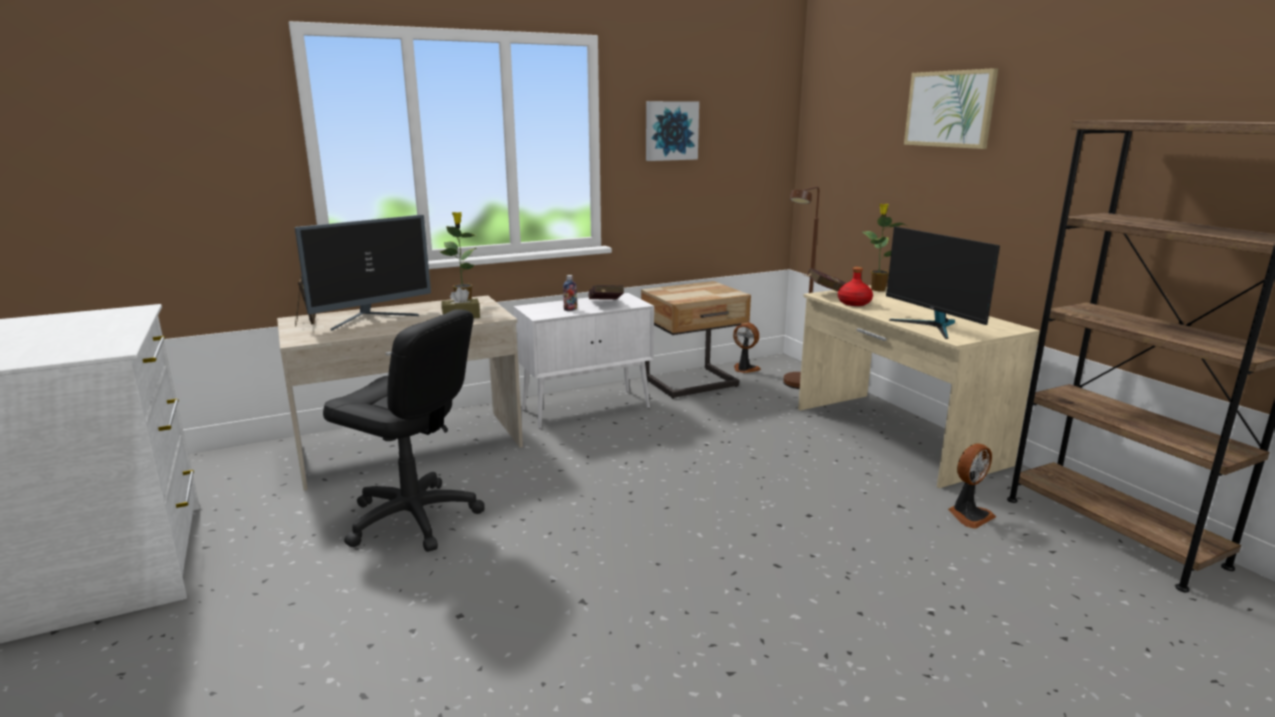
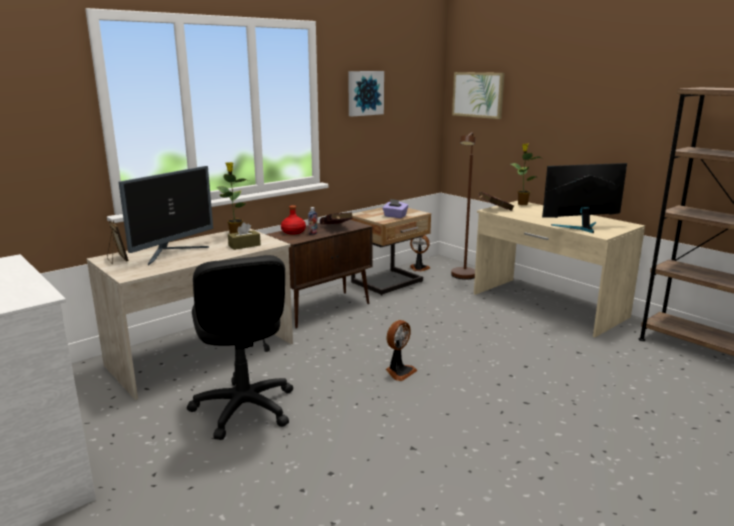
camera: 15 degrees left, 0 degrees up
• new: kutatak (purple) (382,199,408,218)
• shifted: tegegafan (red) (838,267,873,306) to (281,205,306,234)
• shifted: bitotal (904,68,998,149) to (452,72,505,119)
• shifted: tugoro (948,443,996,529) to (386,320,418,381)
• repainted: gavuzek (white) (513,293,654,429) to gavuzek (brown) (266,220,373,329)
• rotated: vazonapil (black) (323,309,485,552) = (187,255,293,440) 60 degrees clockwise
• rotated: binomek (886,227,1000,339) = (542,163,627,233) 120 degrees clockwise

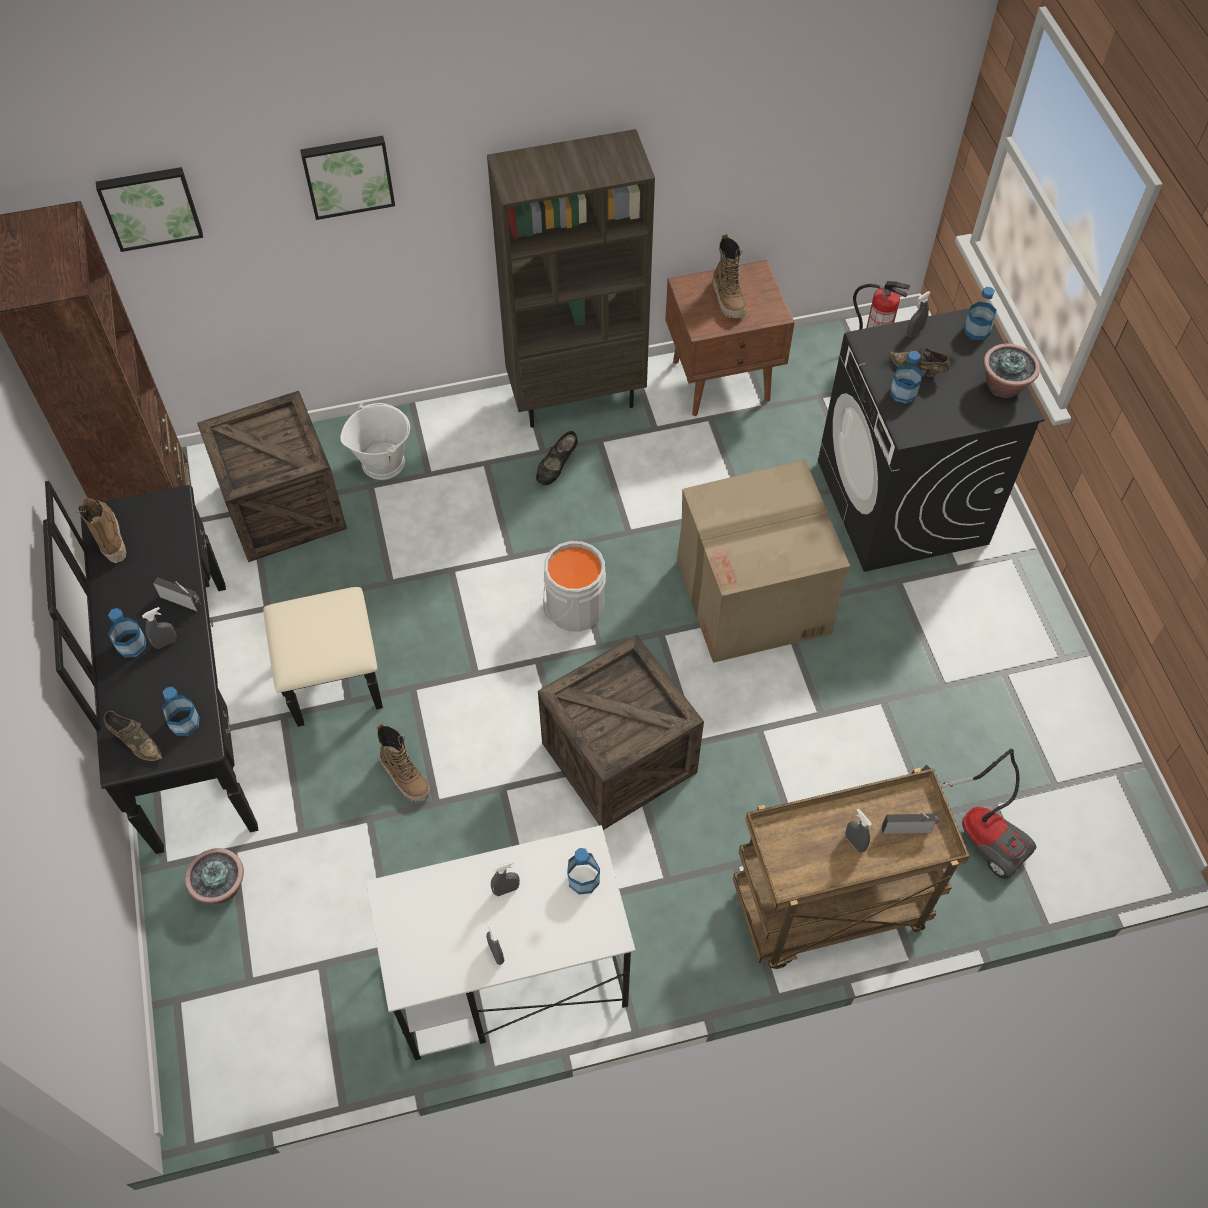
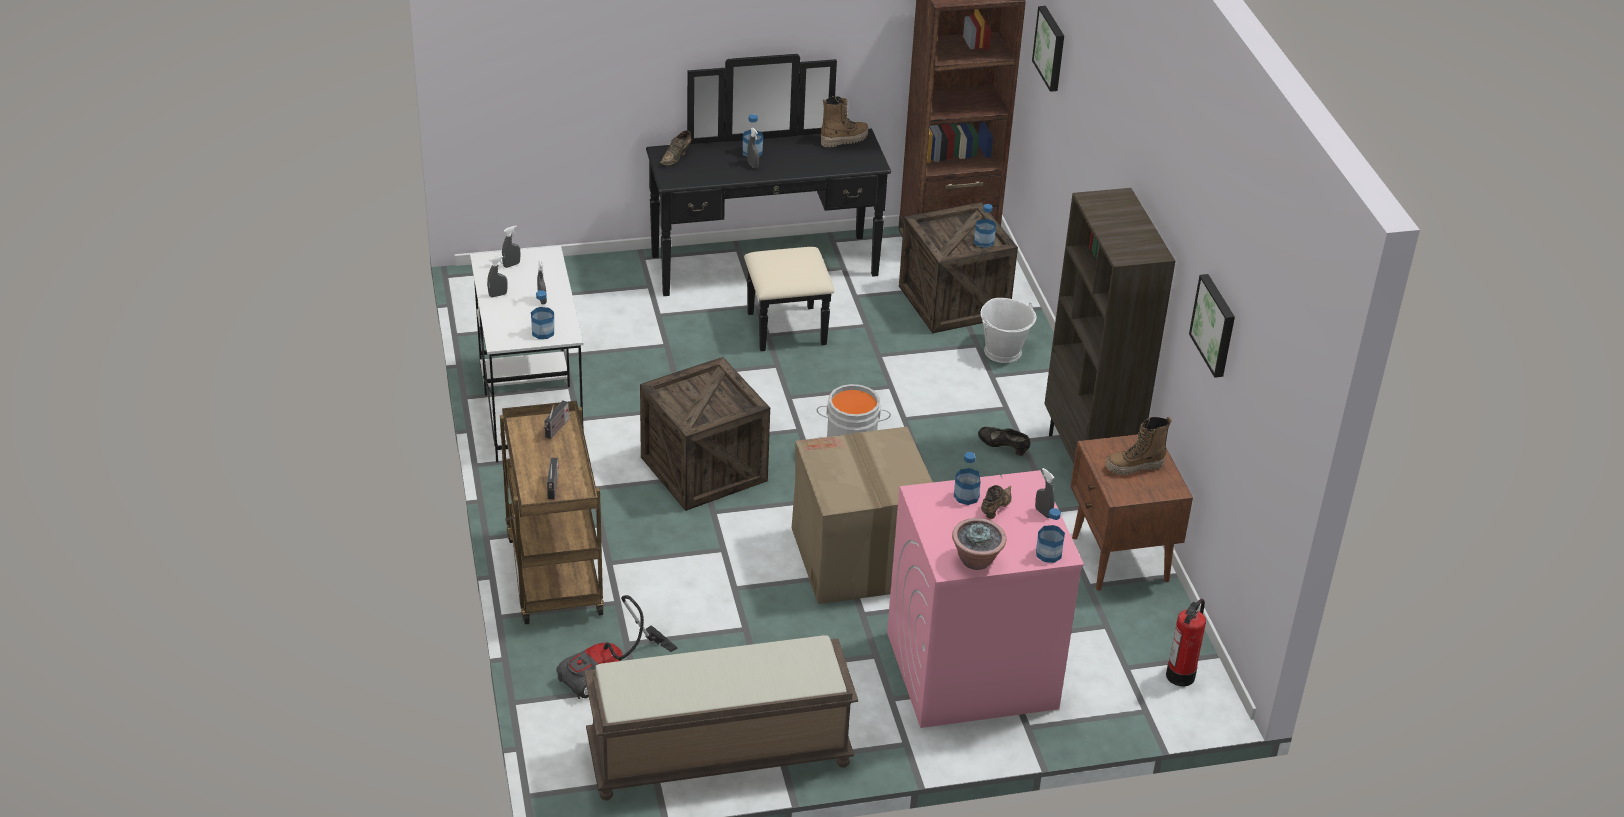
camera: 90 degrees right, 20 degrees down
• gone: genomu (185,848,244,904)
• gone: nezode (377,723,431,802)
• new: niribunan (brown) (584,635,858,800)
• shifted: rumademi (153,577,201,611) to (544,401,569,439)
• shifted: tegegafan (162,687,200,736) to (974,204,996,248)
• shifted: bitotal (300,136,395,220) to (1189,274,1235,378)
• shifted: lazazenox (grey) (845,808,872,852) to (502,226,521,268)
• repainted: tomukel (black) (818,308,1045,572) to tomukel (pink) (887,470,1084,728)

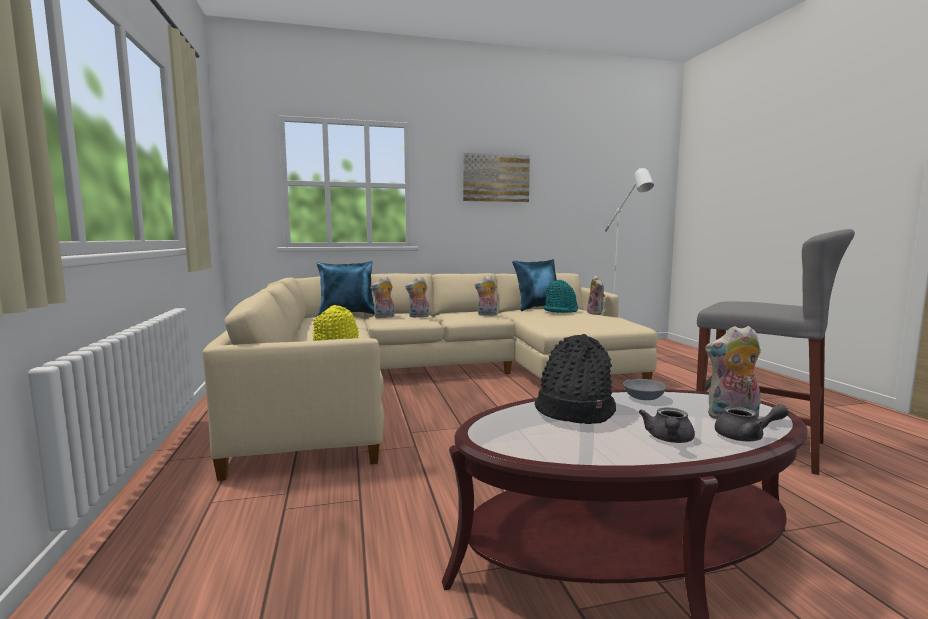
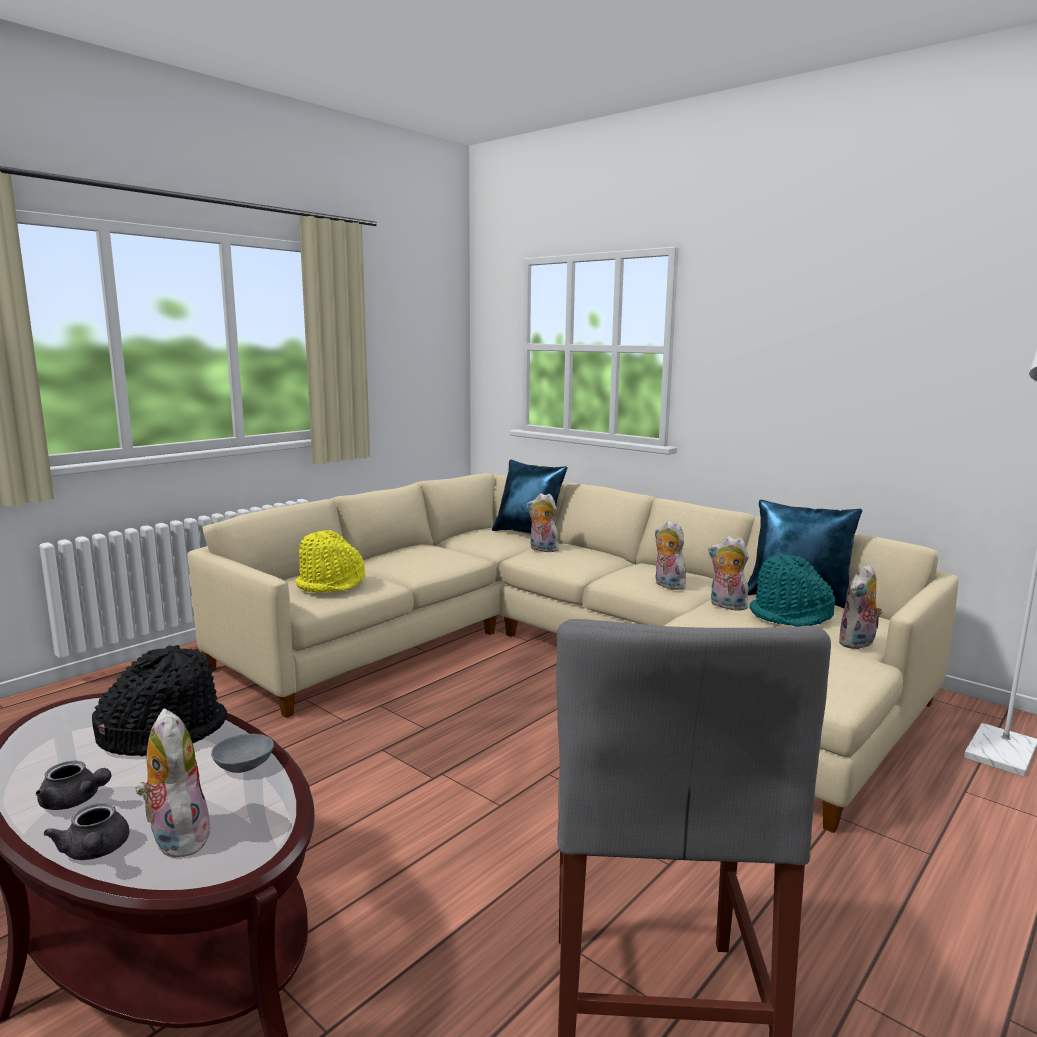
camera: 55 degrees right, 5 degrees up
• gone: bitotal (463,153,530,202)
• shifted: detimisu (405,277,429,318) to (708,536,749,611)
• rotated: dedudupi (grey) (639,407,695,443) = (36,761,111,810) 150 degrees counterclockwise

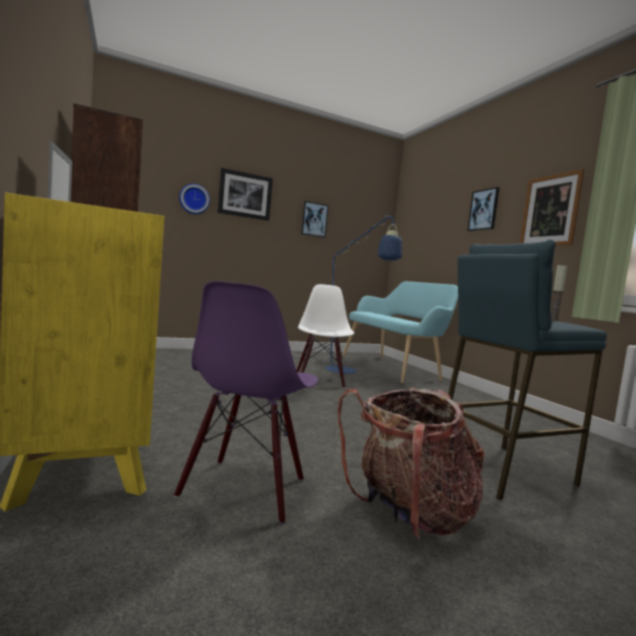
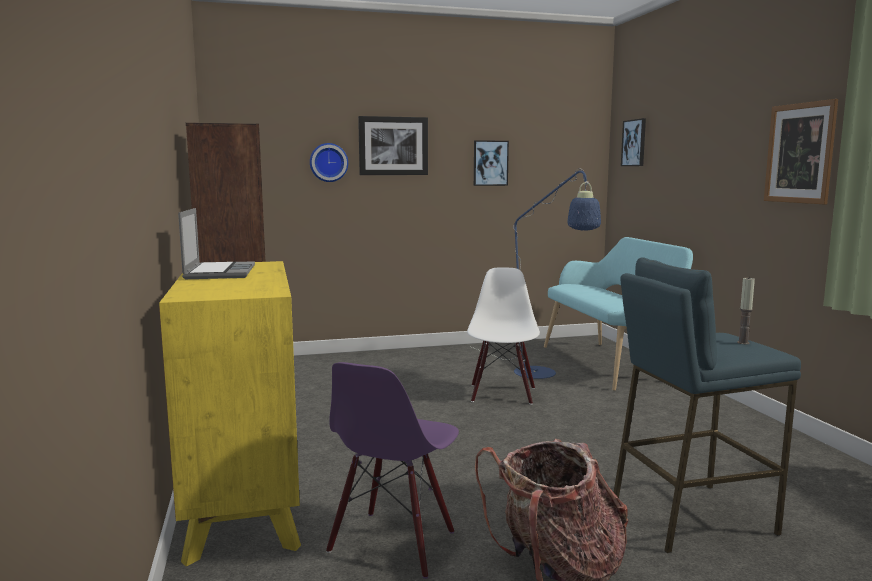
camera: 10 degrees right, 5 degrees up
• shifted: bitotal (467,187,499,231) to (621,118,646,166)

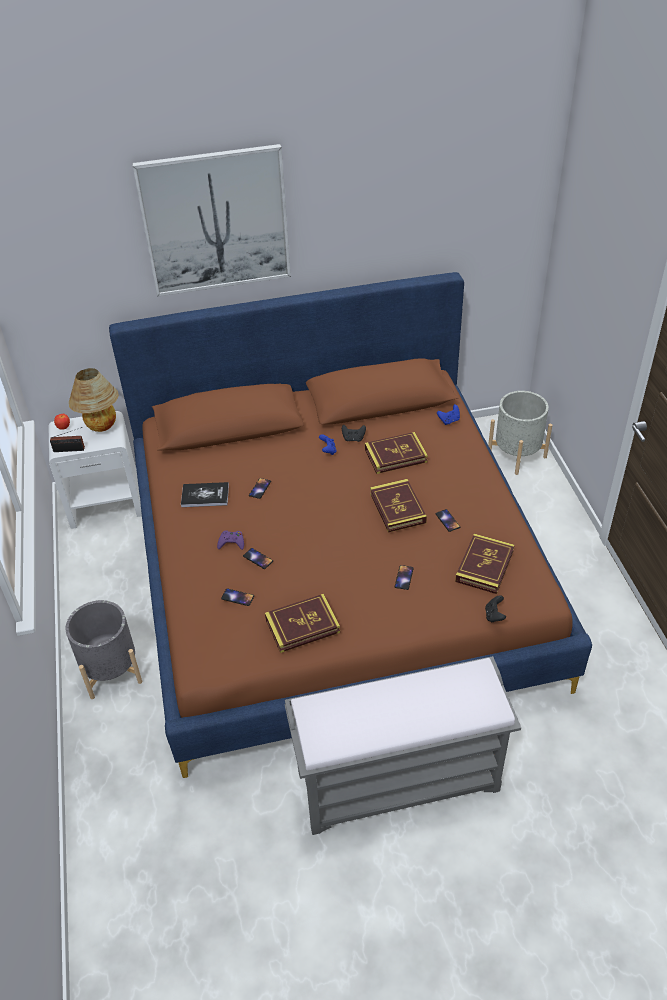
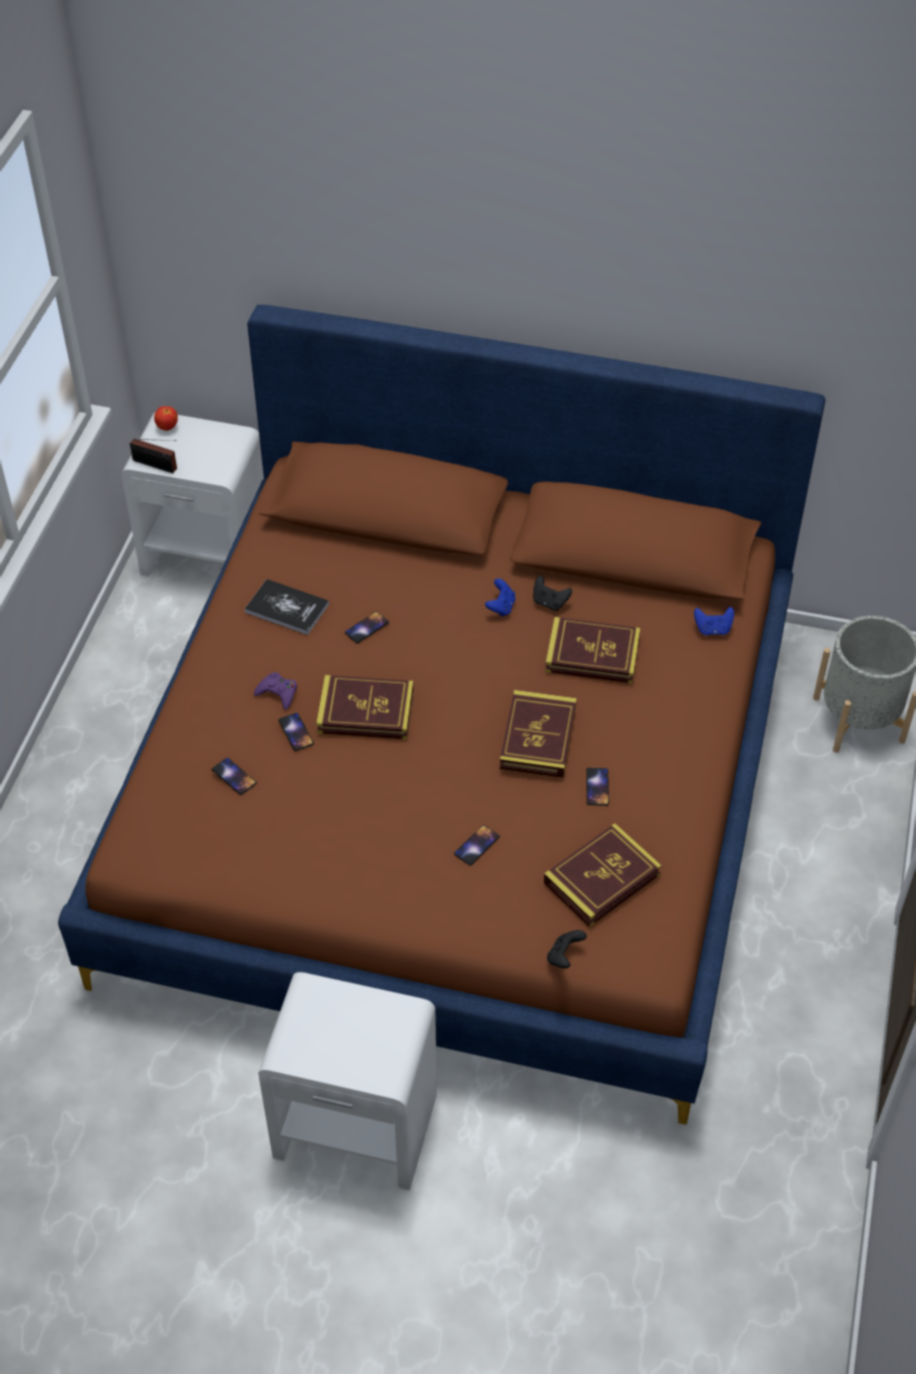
camera: 25 degrees right, 5 degrees up
• gone: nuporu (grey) (66,600,142,699)
• gone: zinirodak (69,368,119,432)
• gone: bitotal (132,144,291,297)
• shifted: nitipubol (265,594,340,653) to (316,675,414,739)
• swapped: niribunan (grey) (285,656,521,835) to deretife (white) (258,972,437,1191)

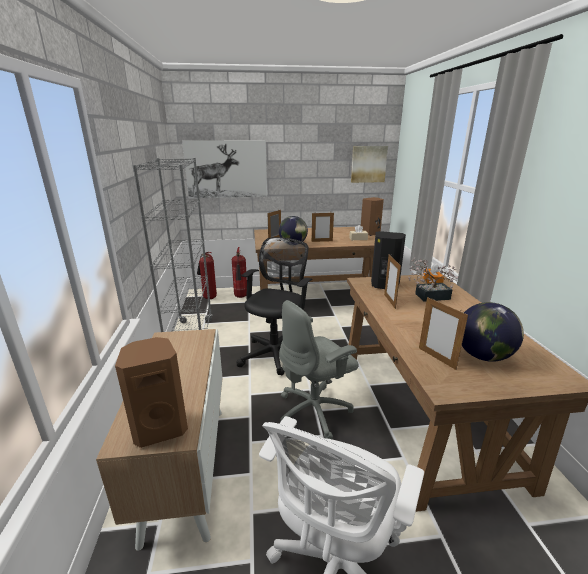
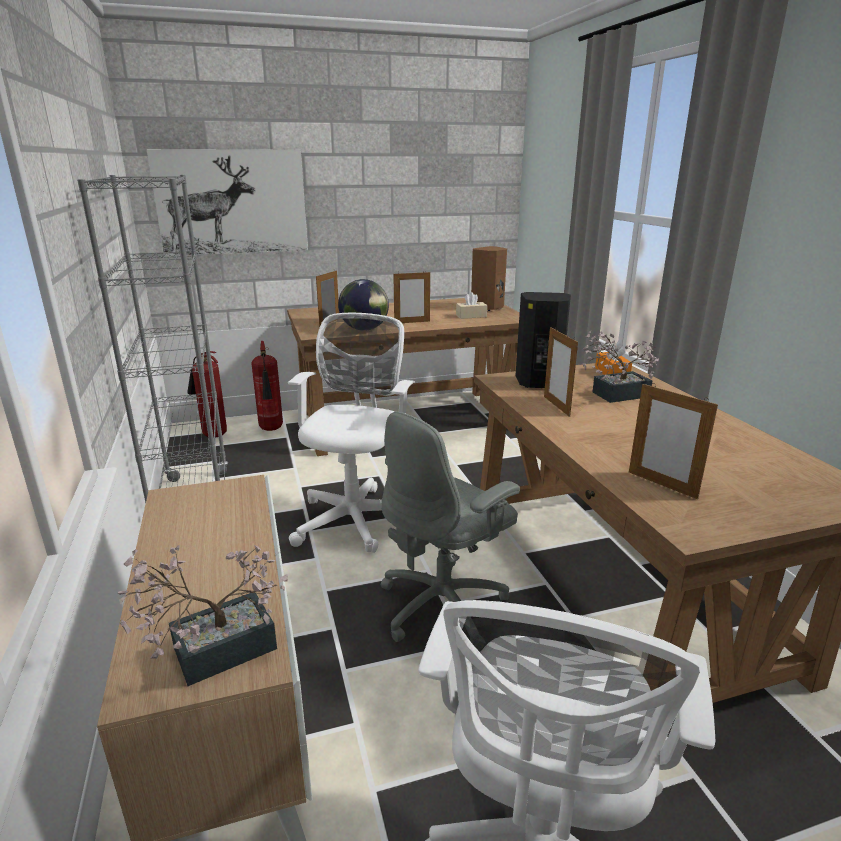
camera: 10 degrees left, 0 degrees up
• gone: bitotal (351,146,388,183)
• gone: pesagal (462,302,524,362)
• swapped: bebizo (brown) (115,337,188,448) to genomu (118,544,288,686)
• repainted: vazonapil (black) (236,237,313,376) to vazonapil (white) (288,313,415,553)

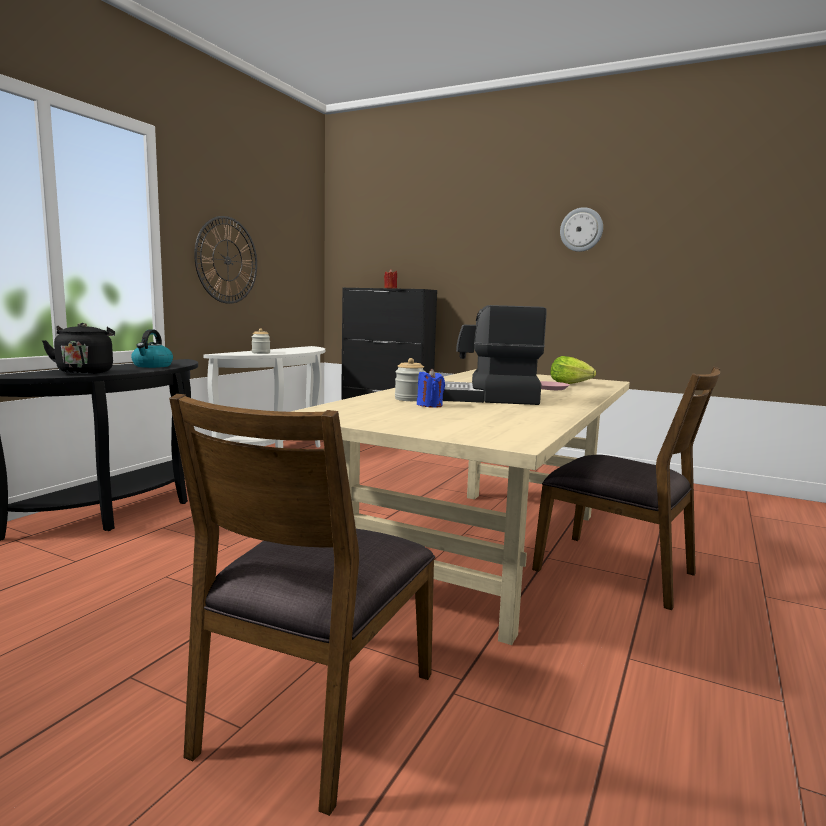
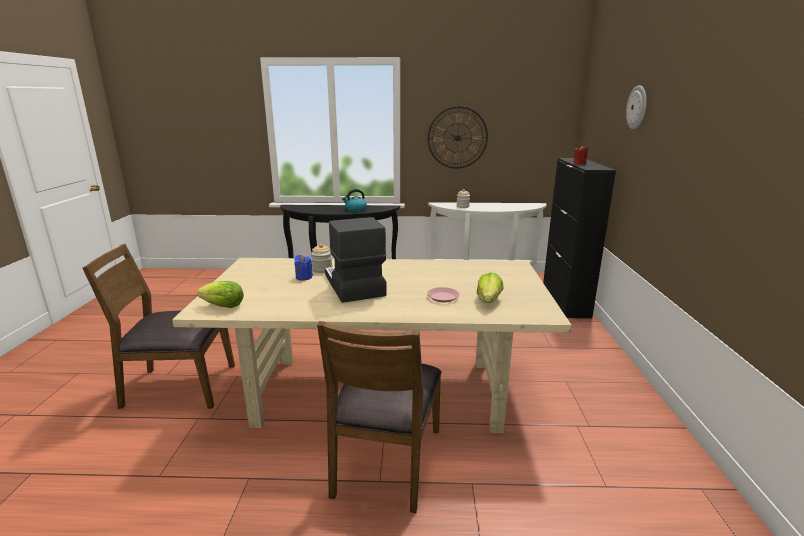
camera: 65 degrees right, 10 degrees up
• gone: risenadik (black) (42,323,115,374)
• new: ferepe (197,281,244,308)
• shifted: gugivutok (560,207,603,252) to (626,85,647,129)

